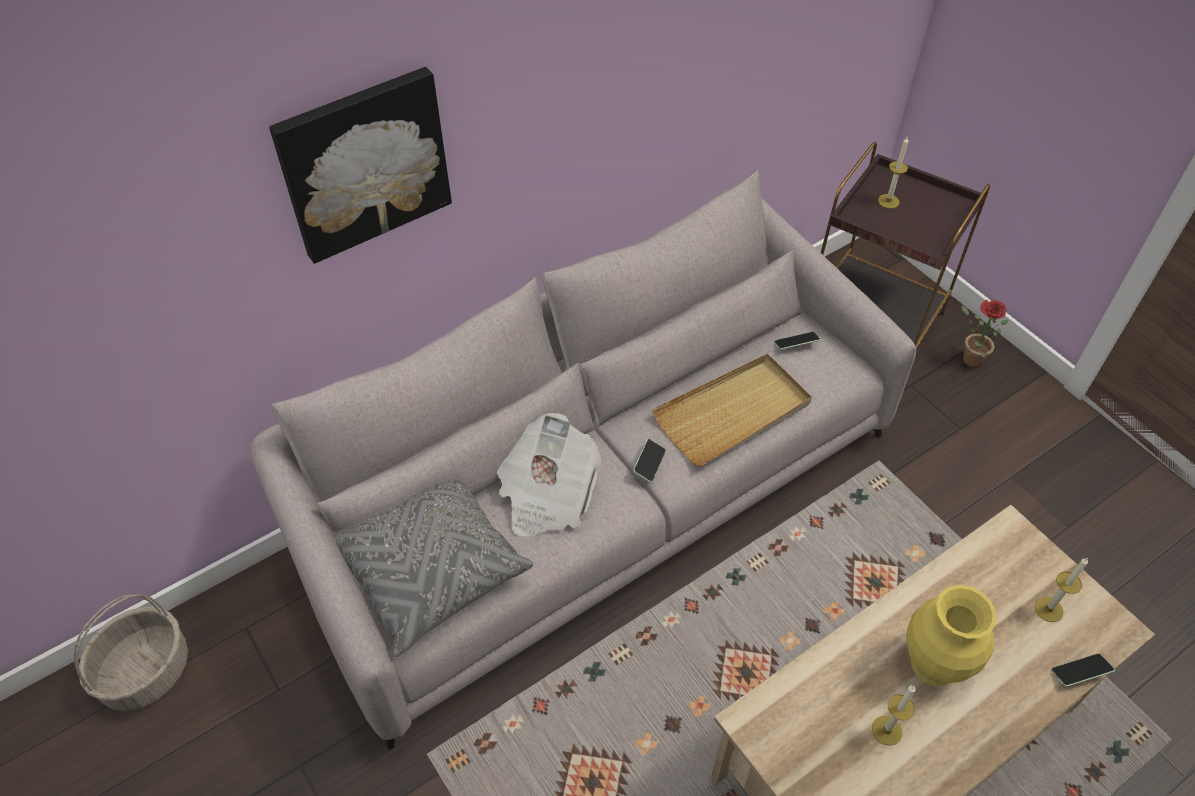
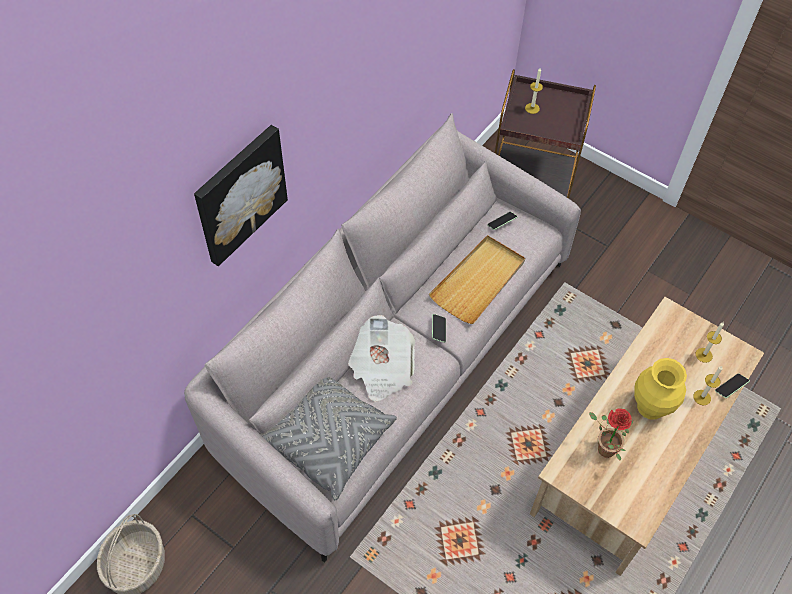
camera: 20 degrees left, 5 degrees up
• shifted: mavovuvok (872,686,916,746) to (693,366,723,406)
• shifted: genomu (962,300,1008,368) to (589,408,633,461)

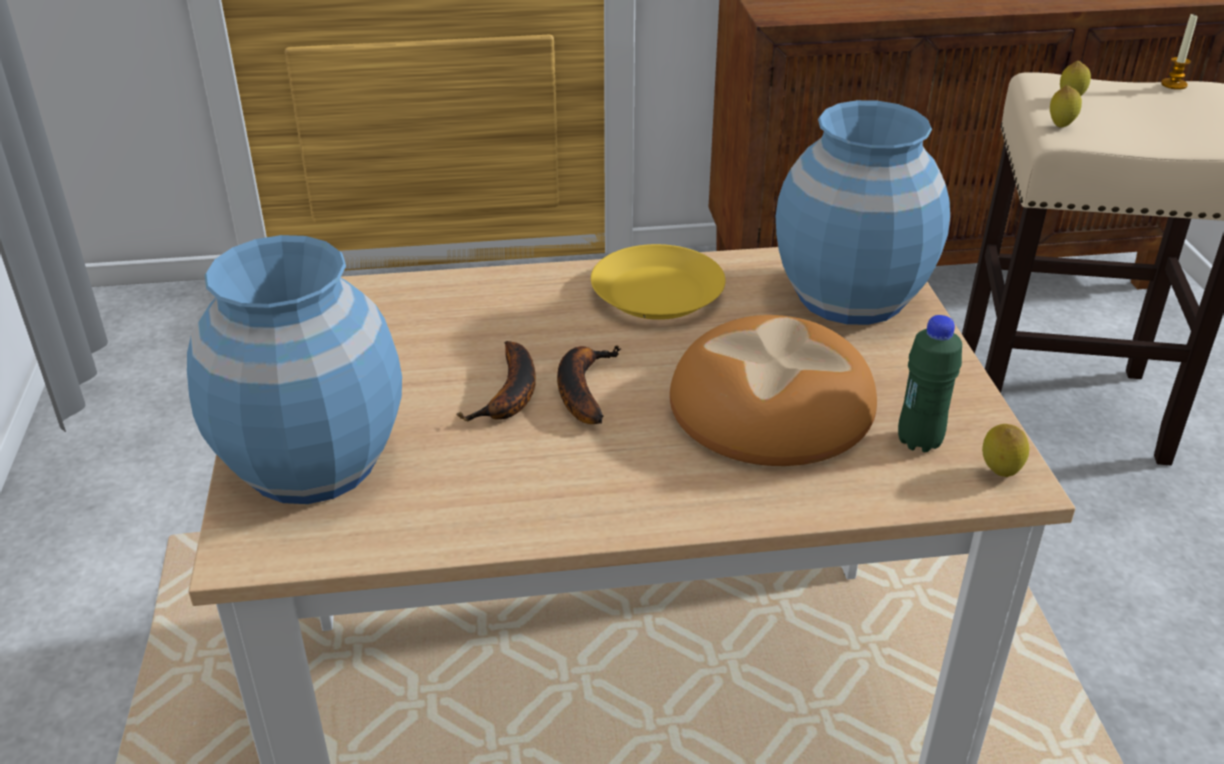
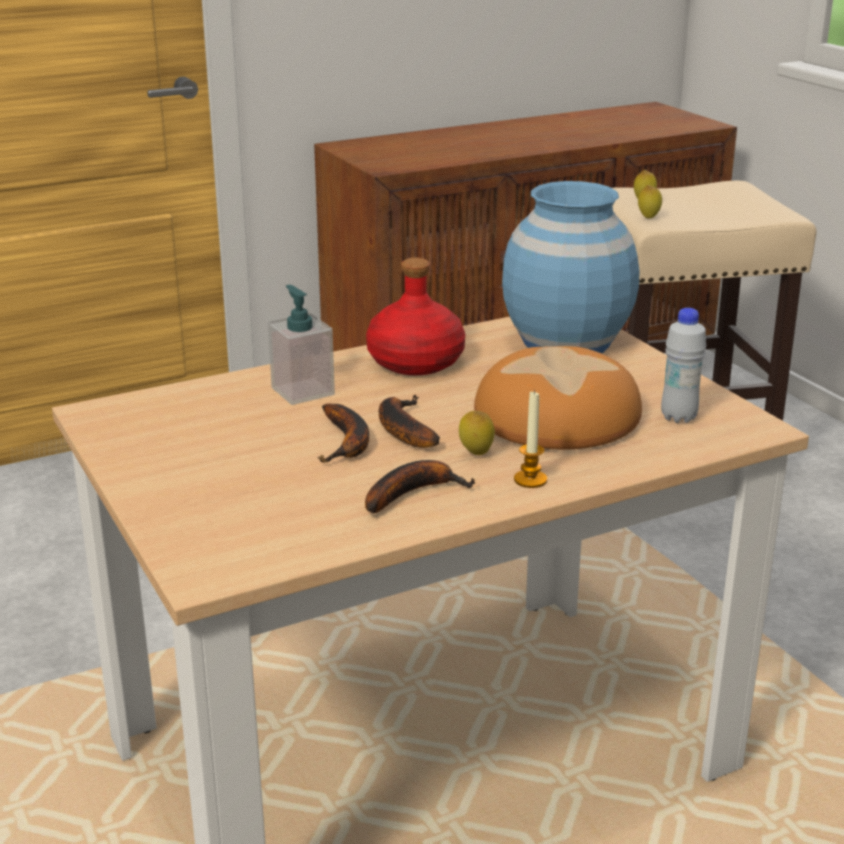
camera: 20 degrees left, 10 degrees down
• gone: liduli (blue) (187,235,402,504)
• new: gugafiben (268,285,335,405)
• new: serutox (365,460,475,513)
• shifted: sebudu (982,424,1029,477) to (459,411,495,455)
• shifted: mavovuvok (1161,13,1198,90) to (514,390,547,488)
• swapped: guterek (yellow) (591,244,726,320) to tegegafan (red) (366,258,465,375)
• repainted: tegegafan (green) (898,315,962,452) to tegegafan (white) (661,308,706,423)

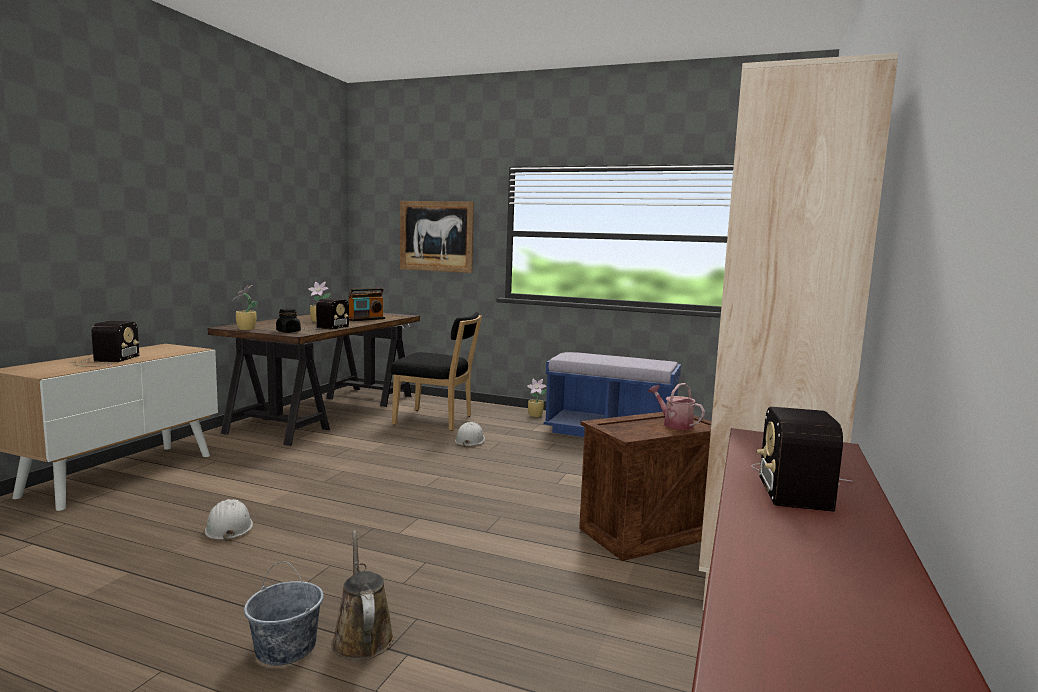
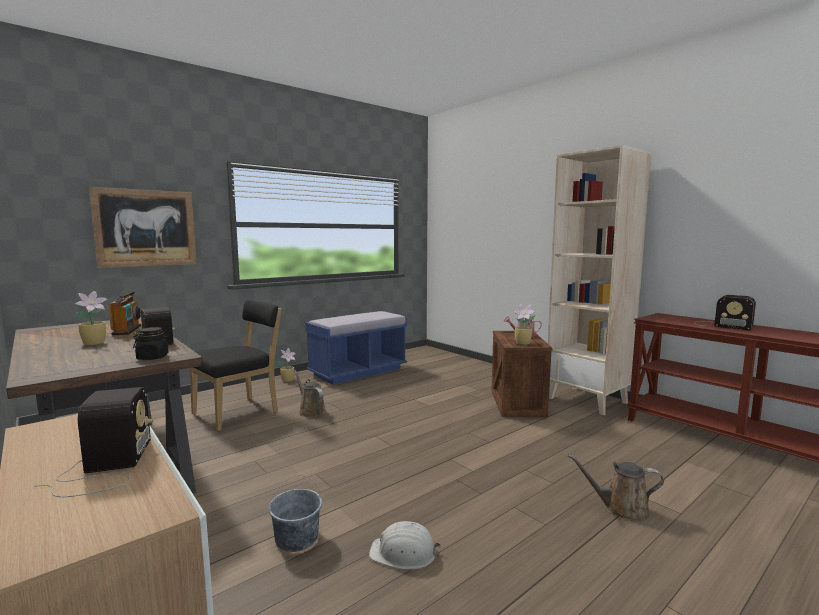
camera: 60 degrees left, 0 degrees up
• shifted: genomu (233,285,258,330) to (514,304,535,345)
• shifted: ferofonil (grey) (244,562,324,665) to (268,475,322,552)
• swapped: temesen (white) (455,422,485,447) to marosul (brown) (294,370,326,417)
• rotated: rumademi (71,321,139,366) = (34,387,153,497) 45 degrees clockwise

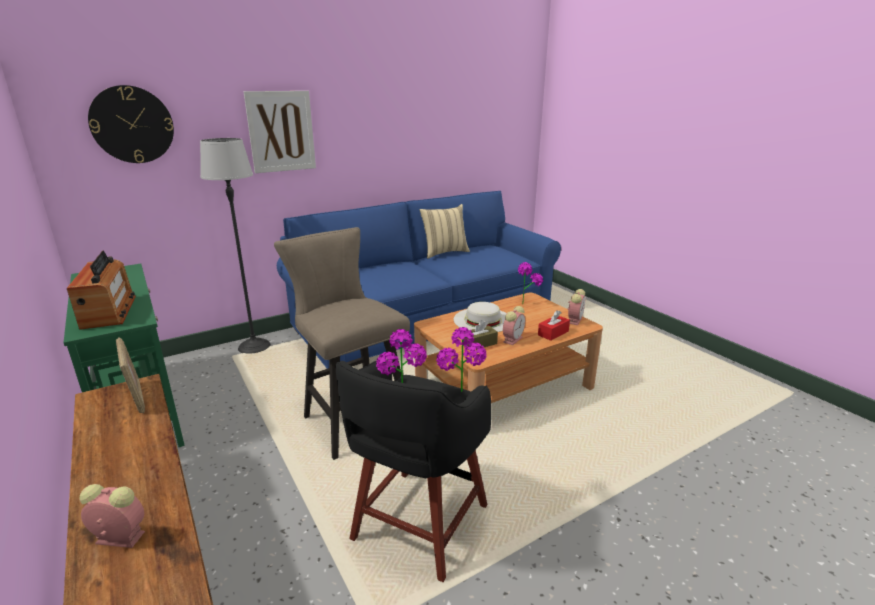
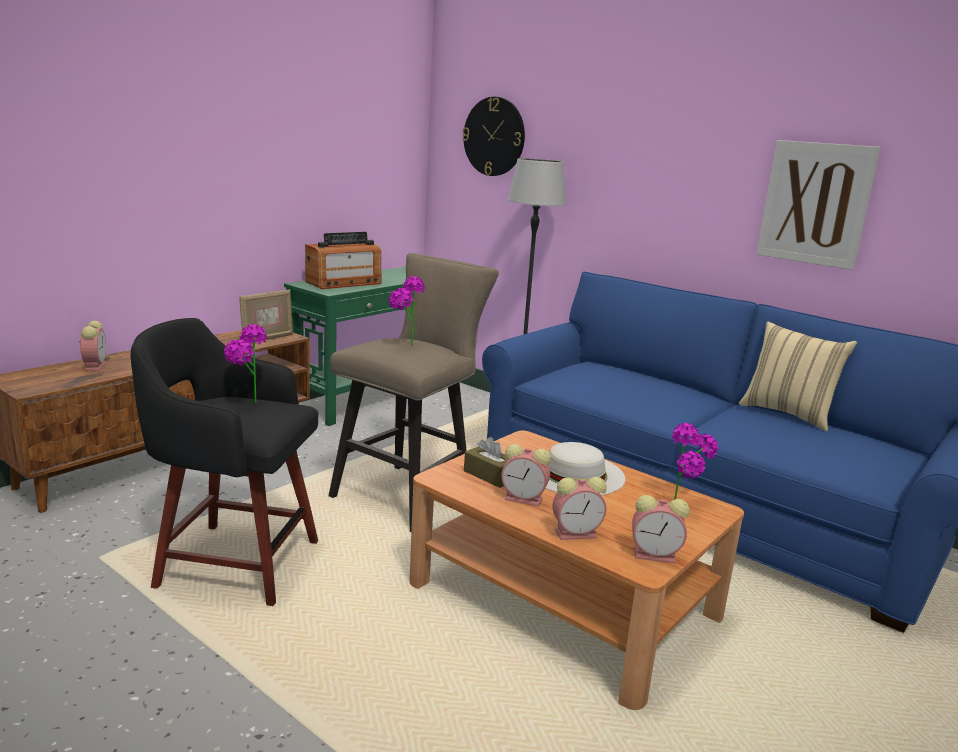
camera: 70 degrees right, 5 degrees down
• shifted: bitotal (244,91,316,173) to (756,140,881,270)
• shifted: genomu (436,327,486,392) to (389,276,425,346)
• swapped: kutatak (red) (538,310,570,341) to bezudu (552,477,607,540)

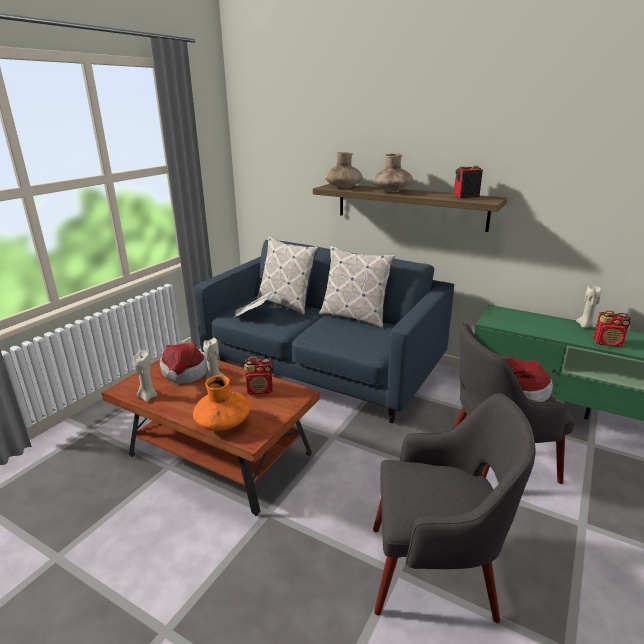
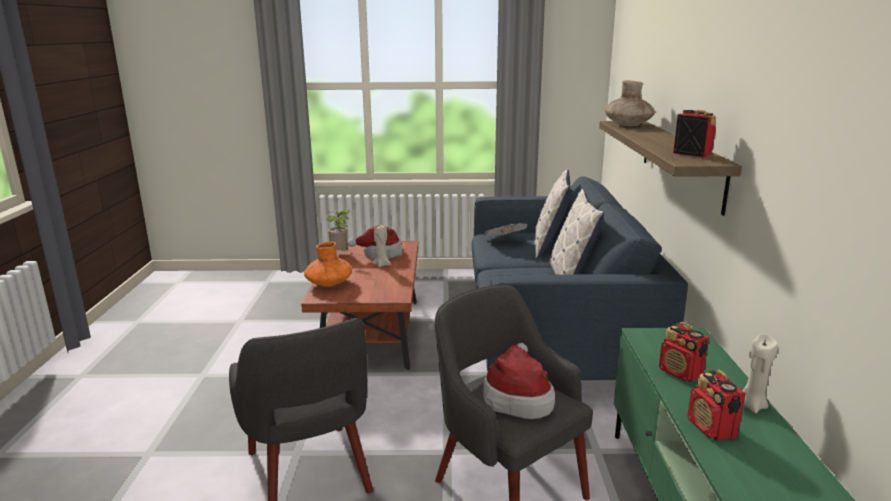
camera: 60 degrees right, 5 degrees down
• gone: liduli (brown) (373,153,413,192)
• shifted: rumademi (244,357,273,395) to (659,322,709,382)
• swapped: mavovuvok (beige) (133,350,157,402) to genomu (327,210,350,251)

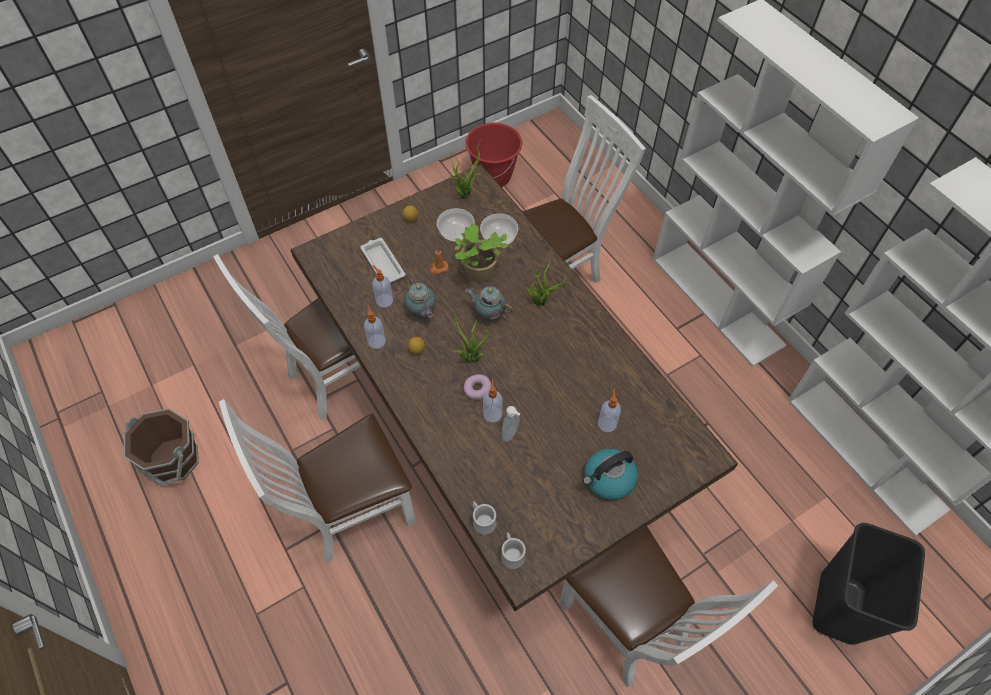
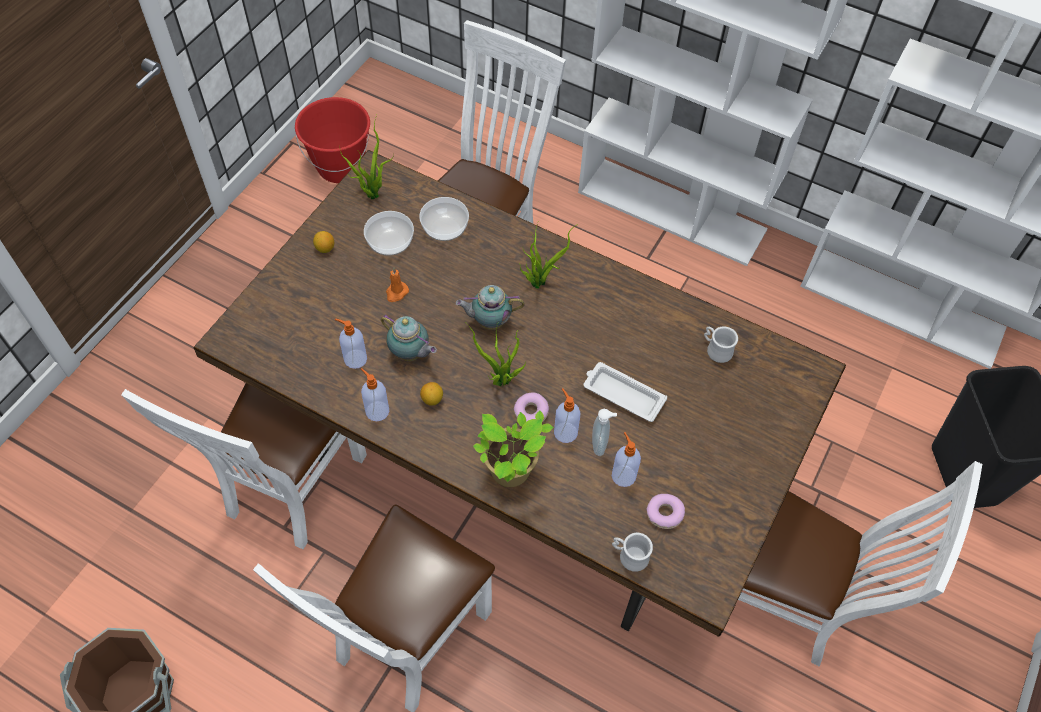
camera: 30 degrees left, 0 degrees up
• gone: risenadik (583,448,638,500)
• new: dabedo (646,494,685,529)
• shifted: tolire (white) (360,238,406,283) to (584,362,667,422)
• shifted: genomu (455,223,508,282) to (473,410,554,487)
• shifted: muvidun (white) (501,532,526,569) to (704,326,738,363)
• shifted: gugafiben (598,389,621,432) to (612,432,641,487)

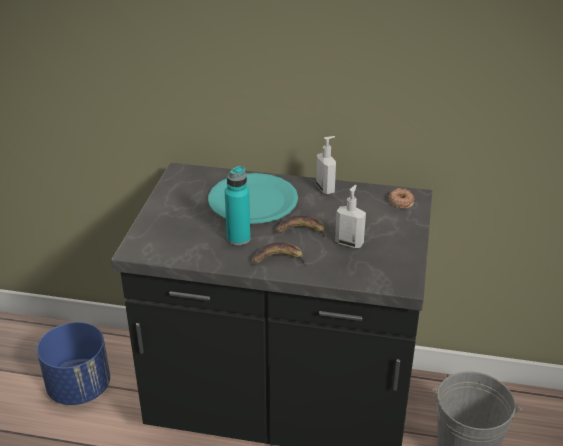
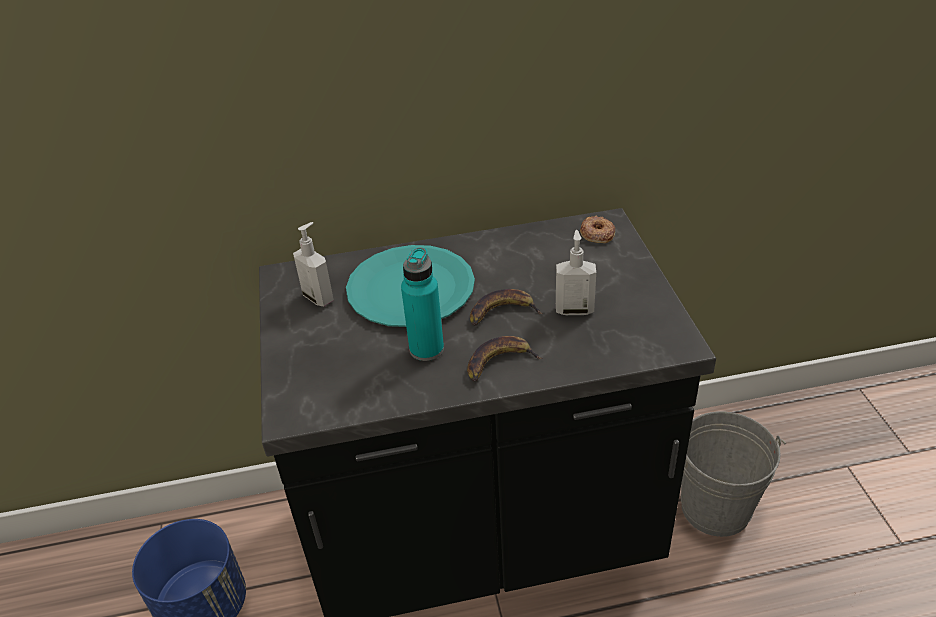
camera: 20 degrees left, 5 degrees up
• shifted: gugafiben (316,136,336,194) to (293,222,334,306)

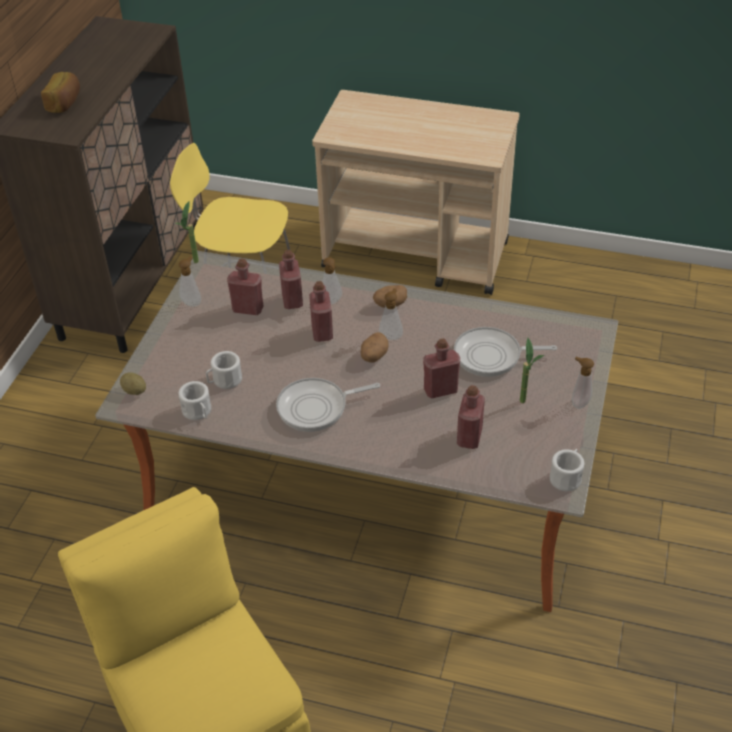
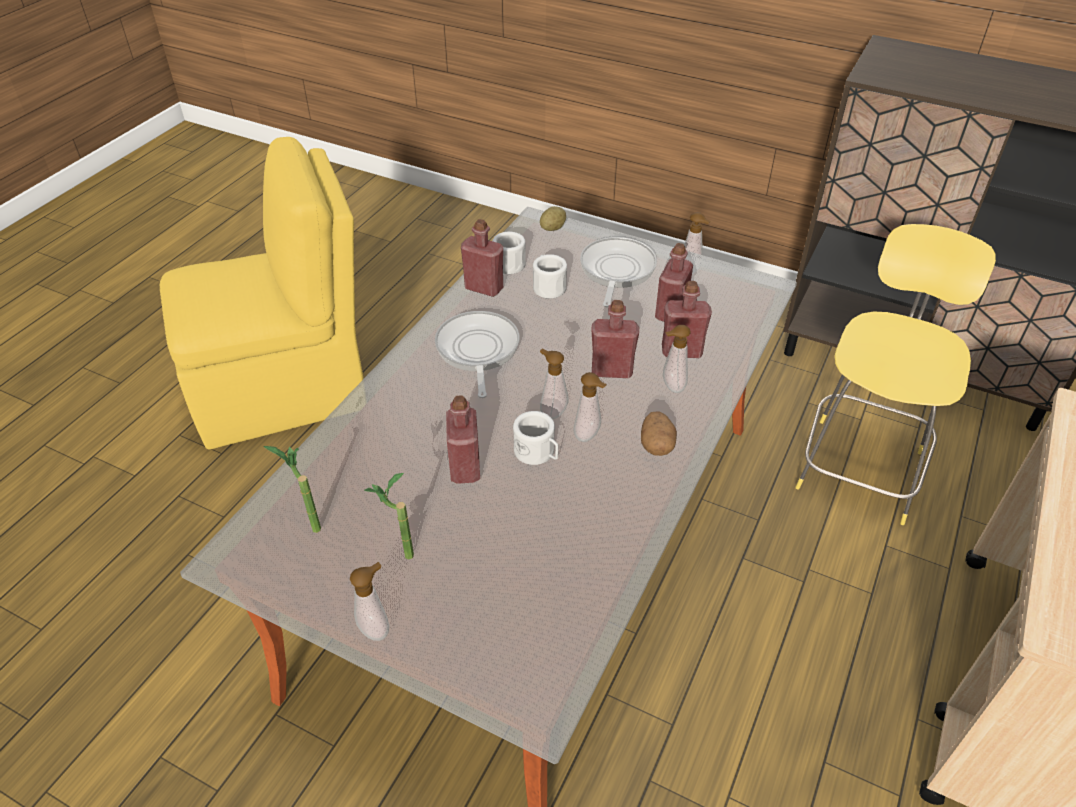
camera: 100 degrees right, 0 degrees up
• gone: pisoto (41,72,80,113)
• shifted: genomu (175,201,199,263) to (263,446,321,533)
• shifted: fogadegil (454,327,557,377) to (580,237,657,307)
• shifted: tegegafan (red) (457,385,485,449) to (461,219,503,297)
• shifted: muvidun (white) (550,449,584,491) to (513,411,558,465)
• swapped: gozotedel (361,332,389,363) to gugafiben (540,348,569,420)

